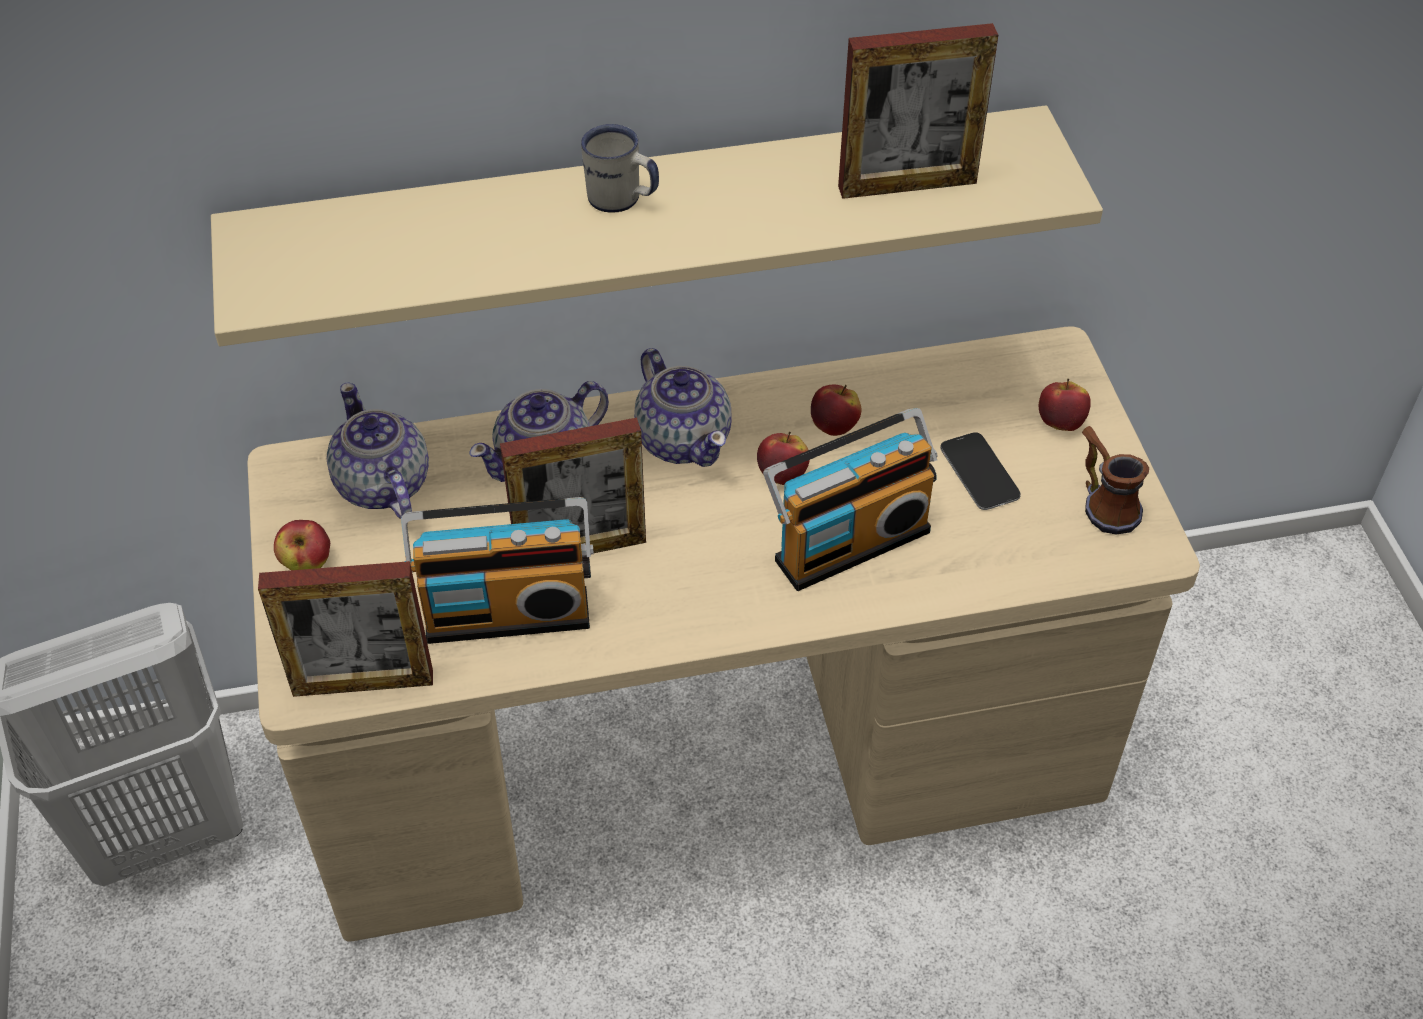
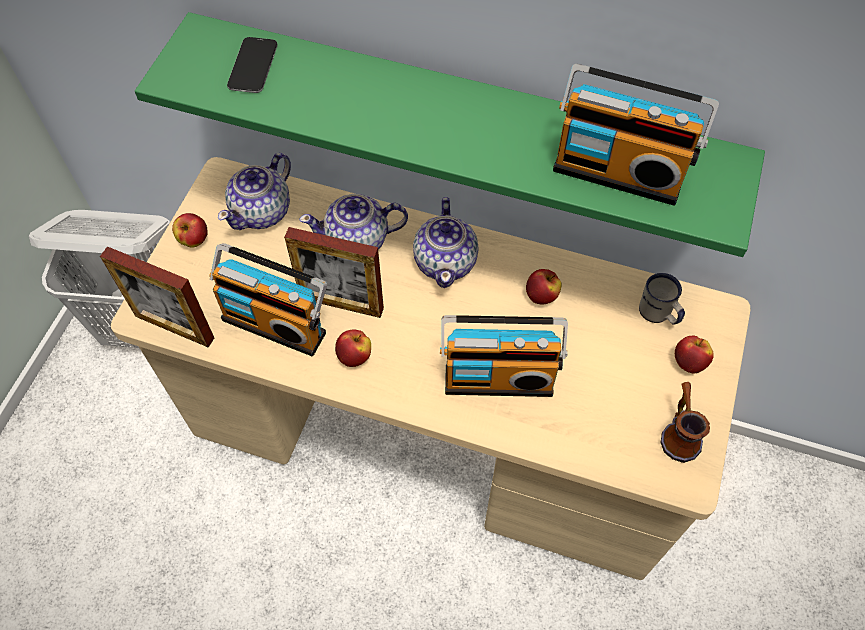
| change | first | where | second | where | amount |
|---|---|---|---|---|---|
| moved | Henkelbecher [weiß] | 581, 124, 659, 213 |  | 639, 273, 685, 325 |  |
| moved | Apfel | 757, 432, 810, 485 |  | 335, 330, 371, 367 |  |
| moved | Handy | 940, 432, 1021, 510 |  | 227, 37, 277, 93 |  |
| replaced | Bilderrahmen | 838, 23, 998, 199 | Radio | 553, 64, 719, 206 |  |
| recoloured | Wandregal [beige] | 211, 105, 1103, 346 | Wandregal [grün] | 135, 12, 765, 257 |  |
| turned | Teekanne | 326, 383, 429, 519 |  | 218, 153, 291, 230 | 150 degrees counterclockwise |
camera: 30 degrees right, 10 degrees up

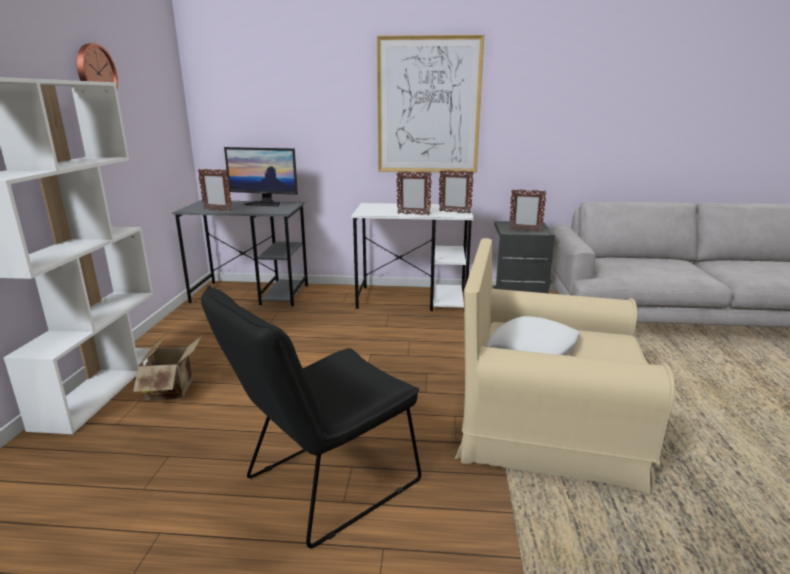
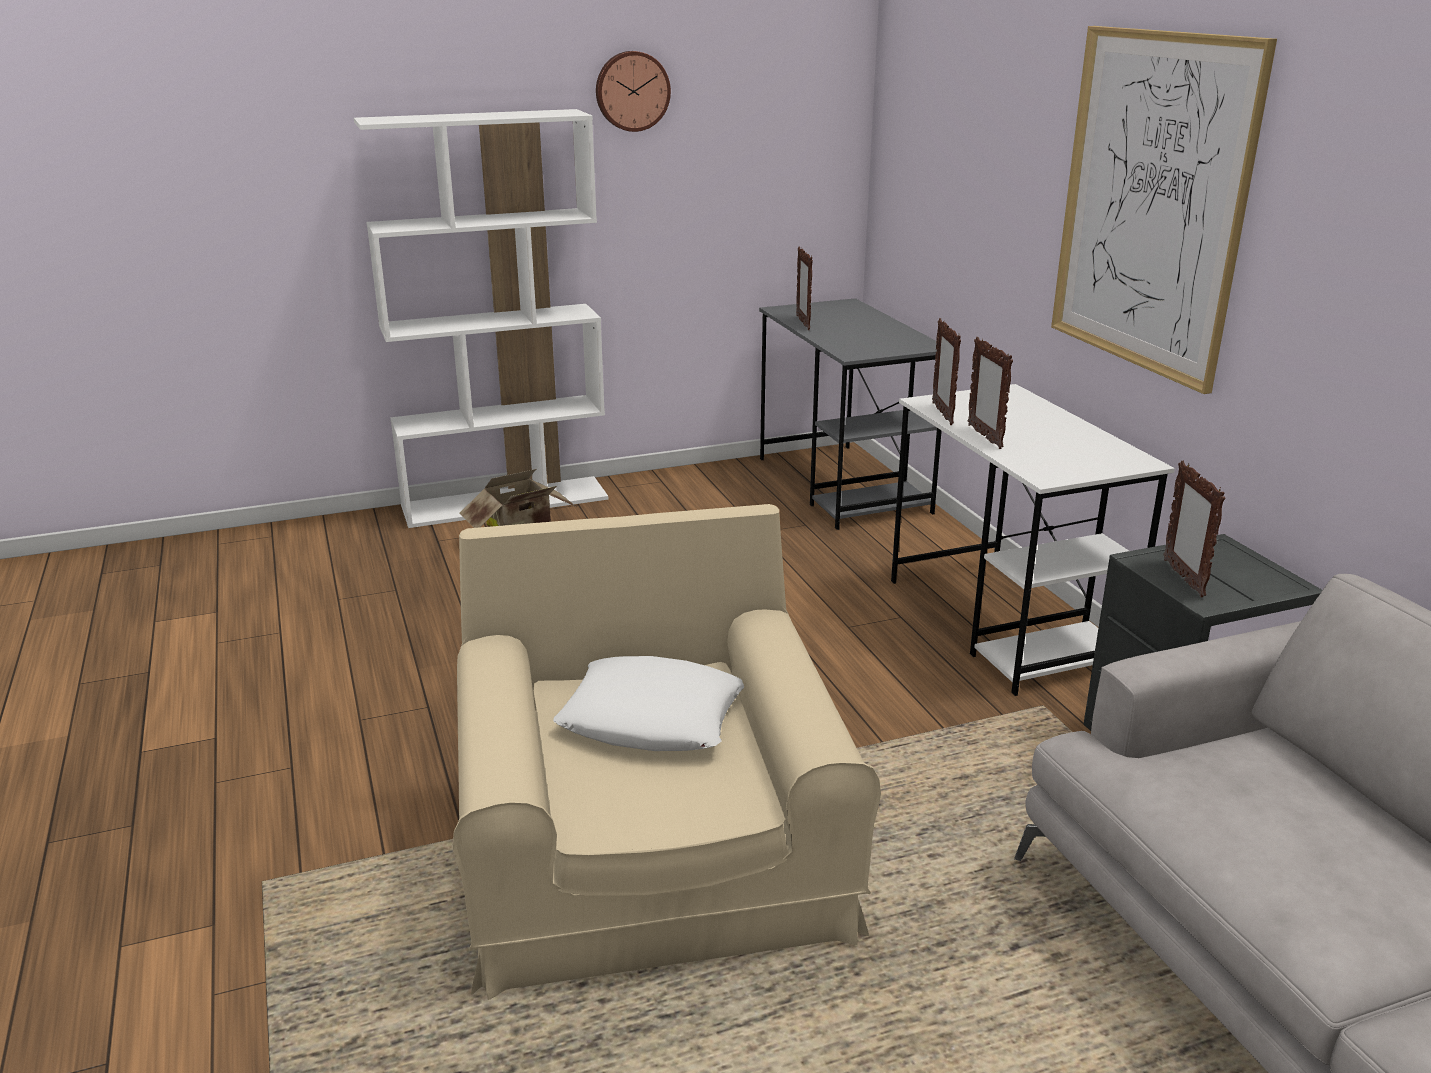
| change | first | where | second | where | amount |
|---|---|---|---|---|---|
| removed | Stuhl [schwarz] | 201, 285, 421, 548 |  |  |  |
| removed | Monitor | 224, 147, 298, 207 |  |  |  |
| moved | Bilderrahmen | 439, 170, 474, 214 |  | 932, 318, 961, 425 |  |
camera: 65 degrees right, 5 degrees up

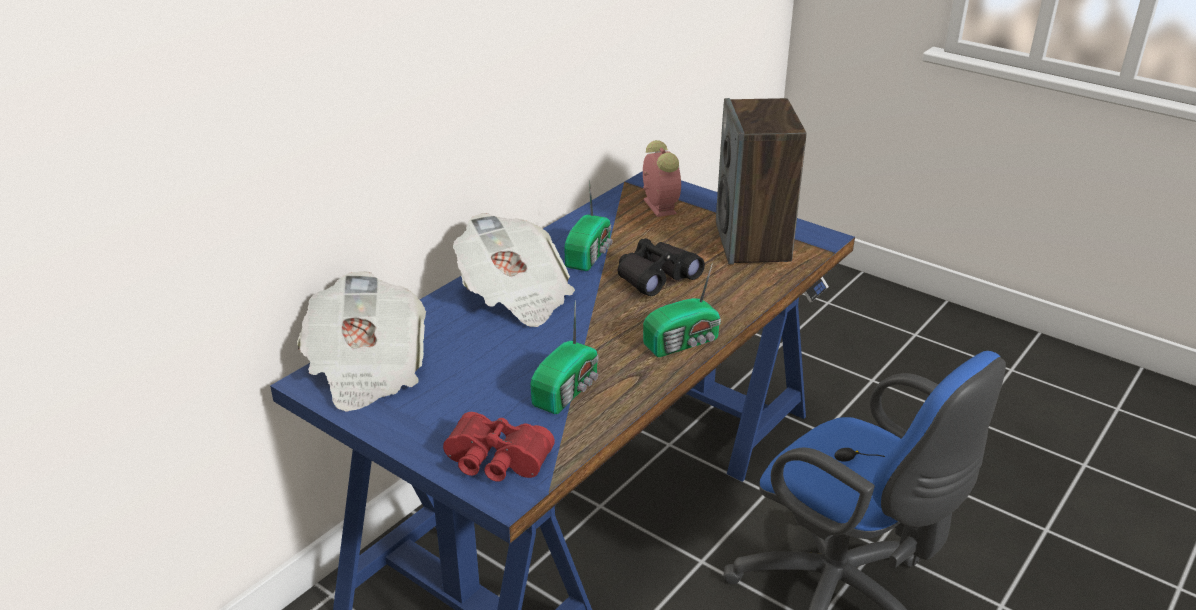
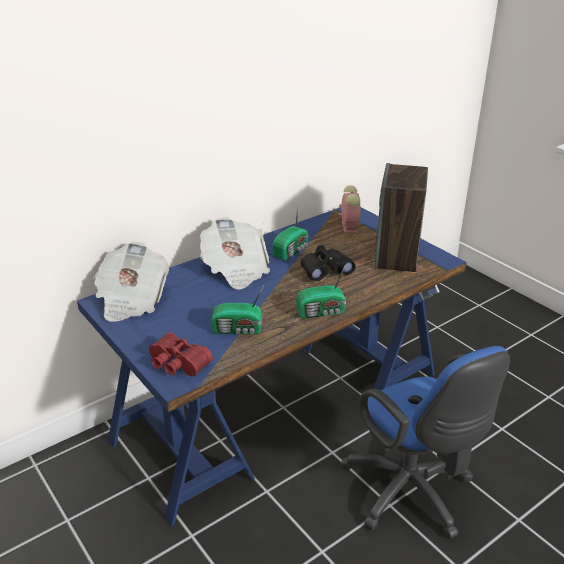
| change | first | where | second | where | amount |
|---|---|---|---|---|---|
| turned | Radio | 530, 300, 598, 414 |  | 212, 284, 265, 334 | 45 degrees clockwise |
camera: 15 degrees right, 0 degrees up

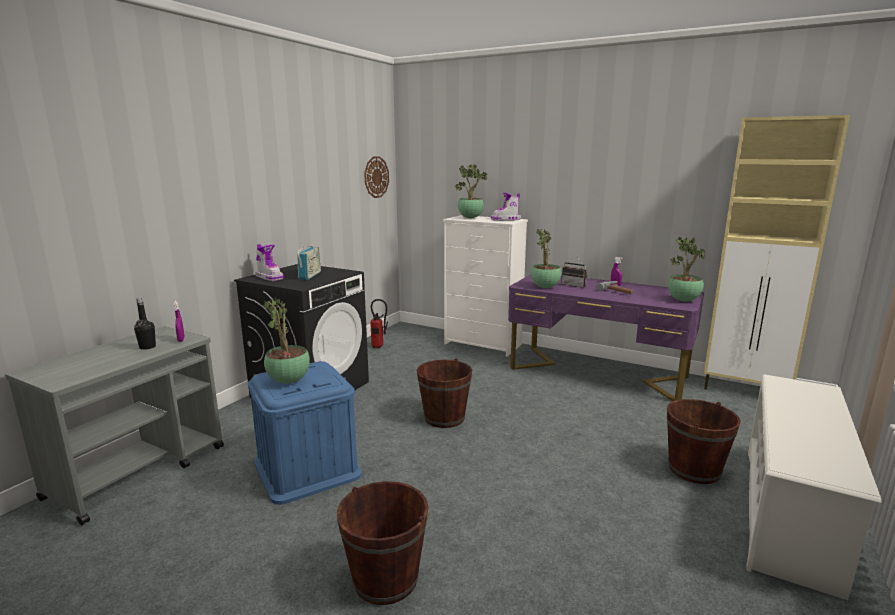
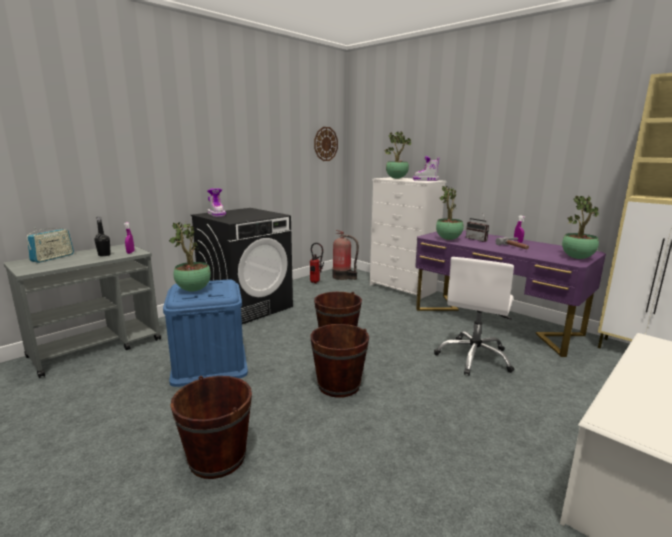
| change | first | where | second | where | amount |
|---|---|---|---|---|---|
| added |  |  | Feuerlöscher | 332, 230, 359, 280 |  |
| added |  |  | Bürostuhl [weiß] | 434, 257, 515, 376 |  |
| moved | Radio | 297, 245, 321, 280 |  | 27, 228, 74, 263 |  |
| moved | Eimer [braun] | 667, 399, 741, 484 |  | 310, 324, 369, 398 |  |
camera: 15 degrees right, 0 degrees up

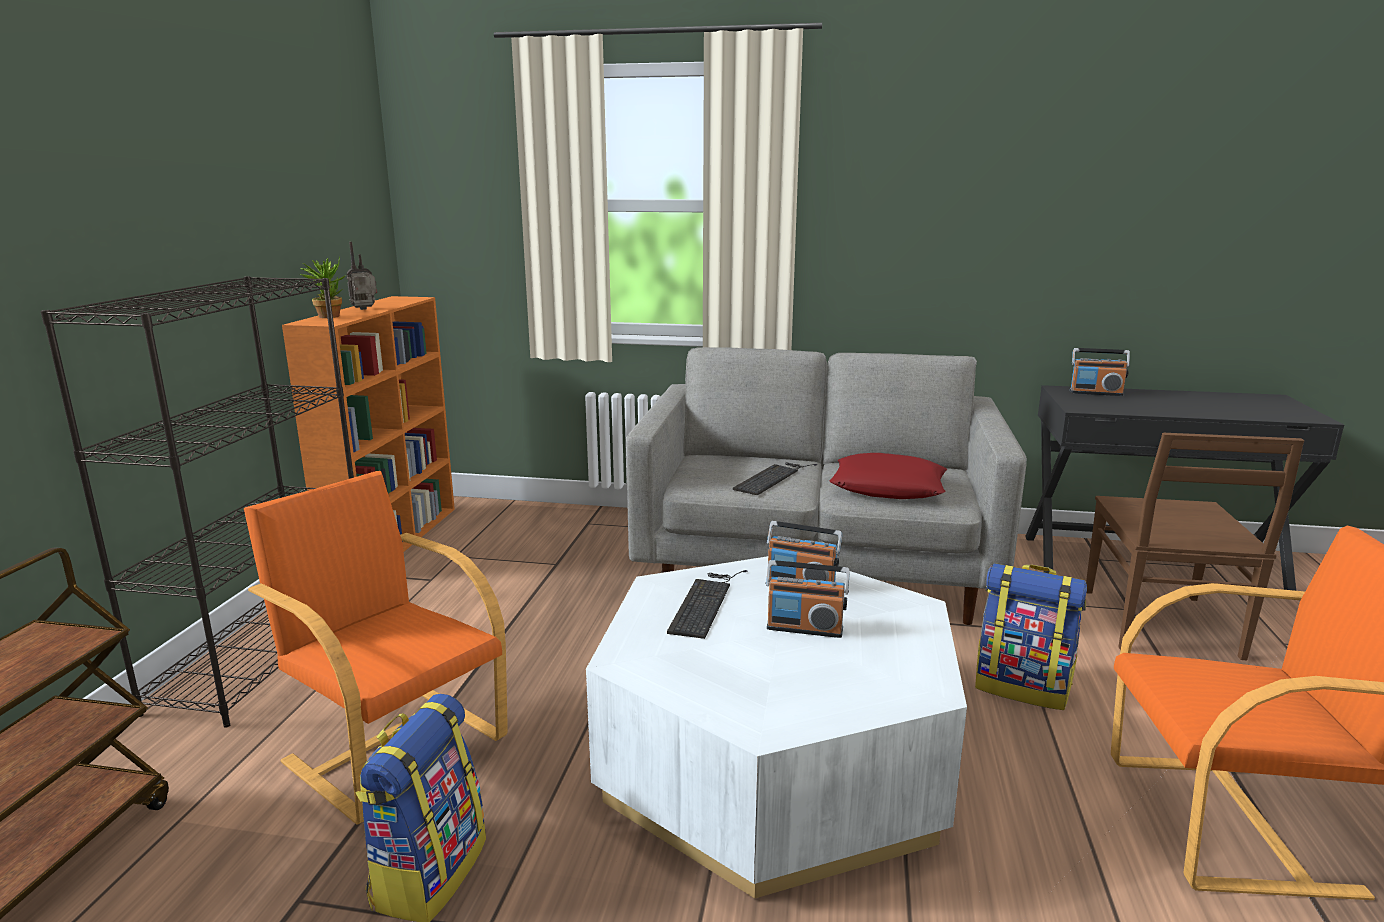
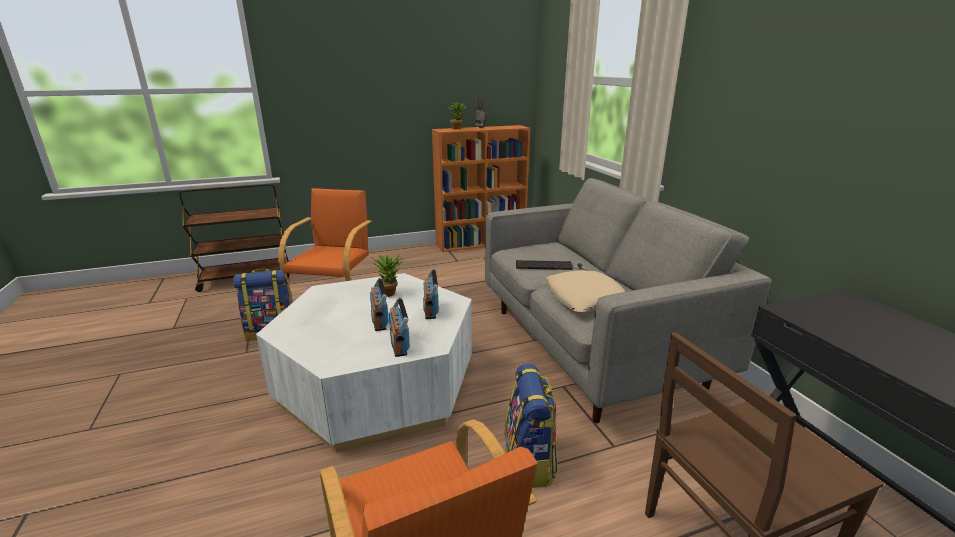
| change | first | where | second | where | amount |
|---|---|---|---|---|---|
| removed | Bücherregal [schwarz] | 40, 276, 354, 728 |  |  |  |
| moved | Radio | 1070, 348, 1130, 396 |  | 389, 297, 410, 357 |  |
| replaced | Tastatur | 667, 570, 748, 639 | Topfpflanze | 371, 254, 403, 297 |  |
| recoloured | Kissen [rot] | 829, 453, 947, 499 | Kissen [beige] | 546, 270, 626, 313 |  |
camera: 60 degrees right, 5 degrees up

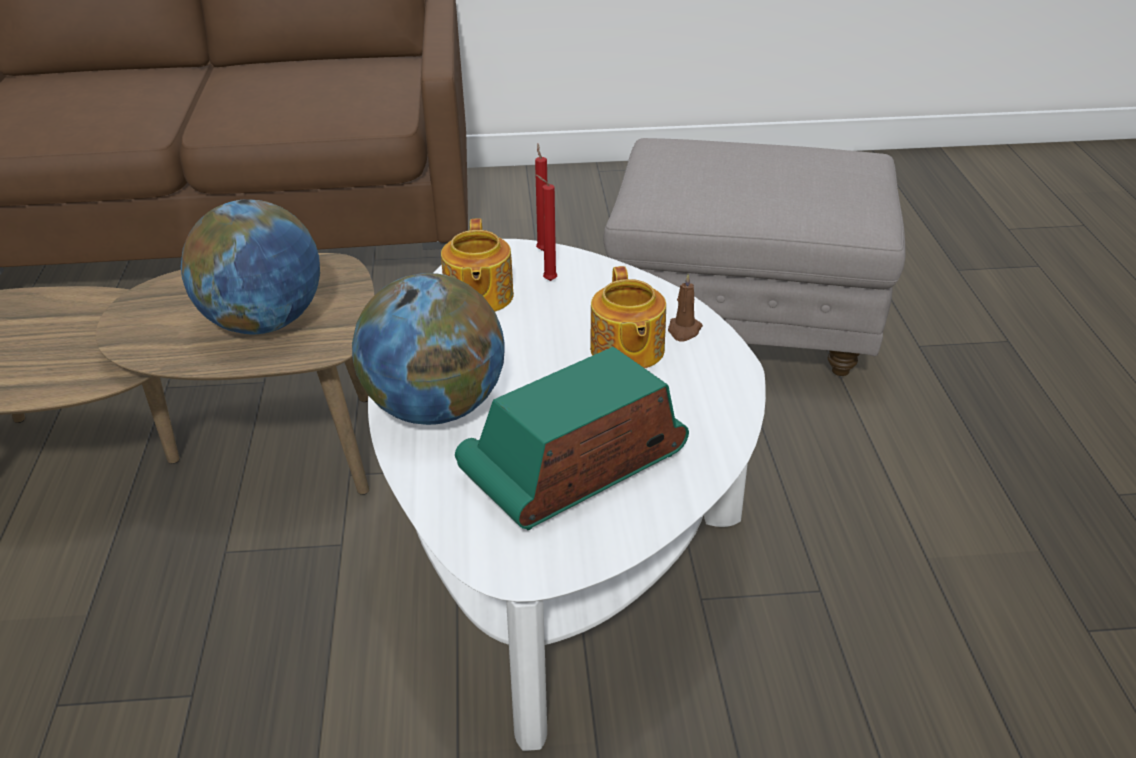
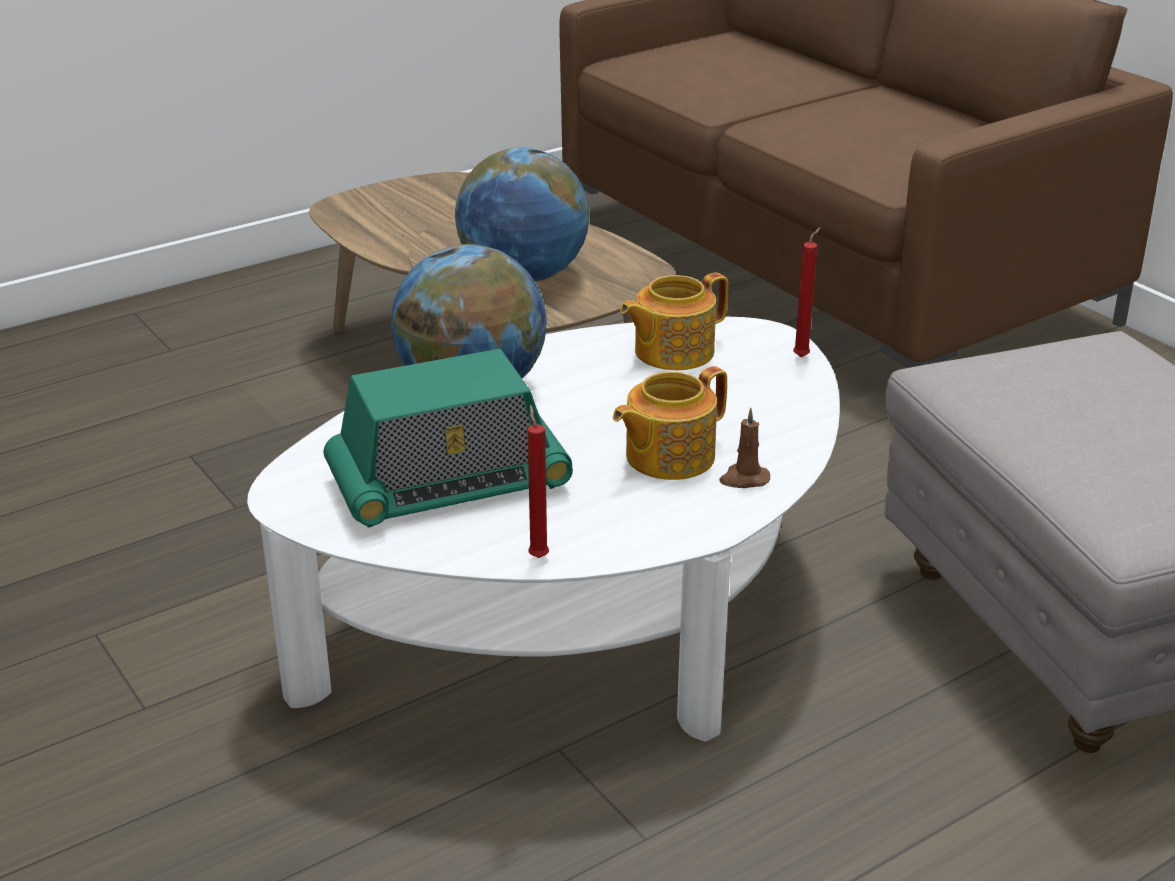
| change | first | where | second | where | amount |
|---|---|---|---|---|---|
| moved | Kerze [rot] | 536, 174, 557, 281 |  | 528, 405, 549, 558 |  |
| turned | Radio | 455, 347, 689, 530 |  | 324, 349, 573, 528 | 135 degrees clockwise |
camera: 60 degrees right, 5 degrees down

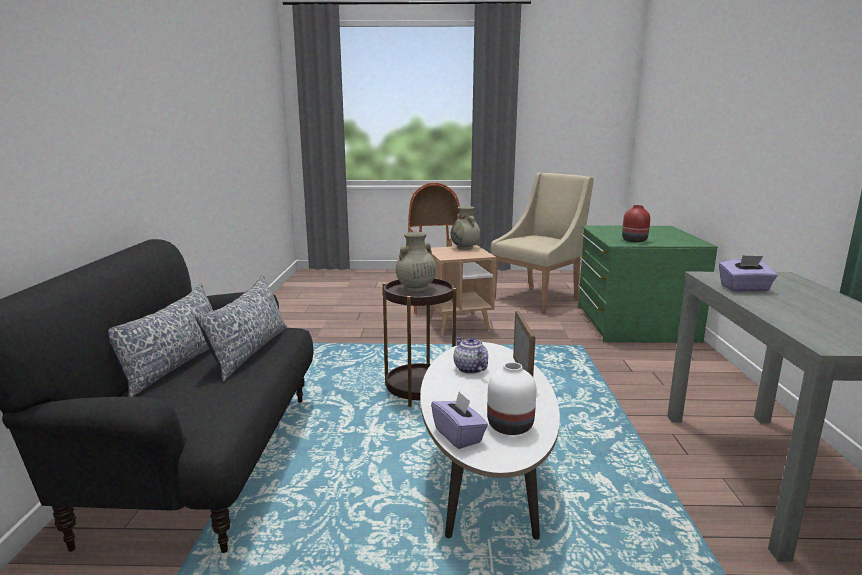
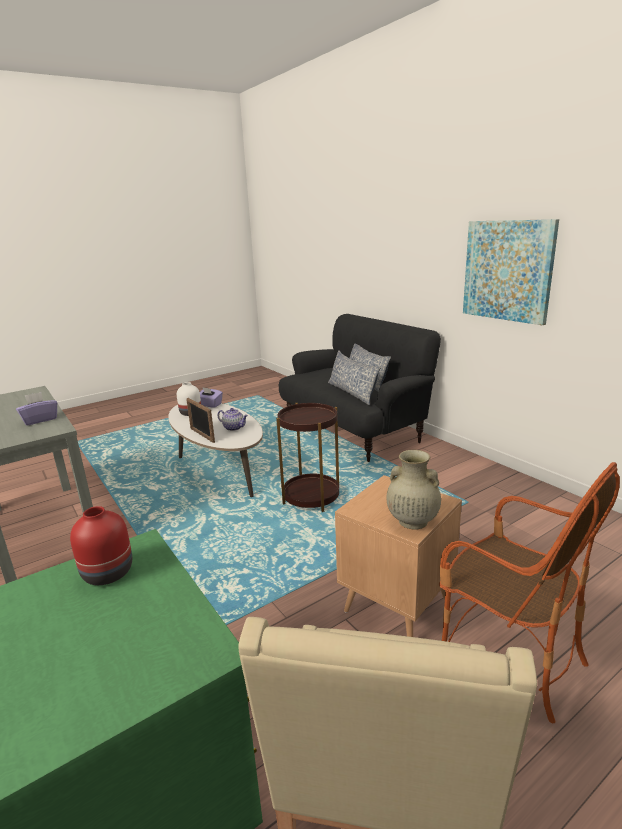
| change | first | where | second | where | amount |
|---|---|---|---|---|---|
| removed | Vase [beige] | 396, 232, 436, 292 |  |  |  |
| added |  |  | Bild | 463, 219, 559, 325 |  |
camera: 145 degrees right, 5 degrees up

